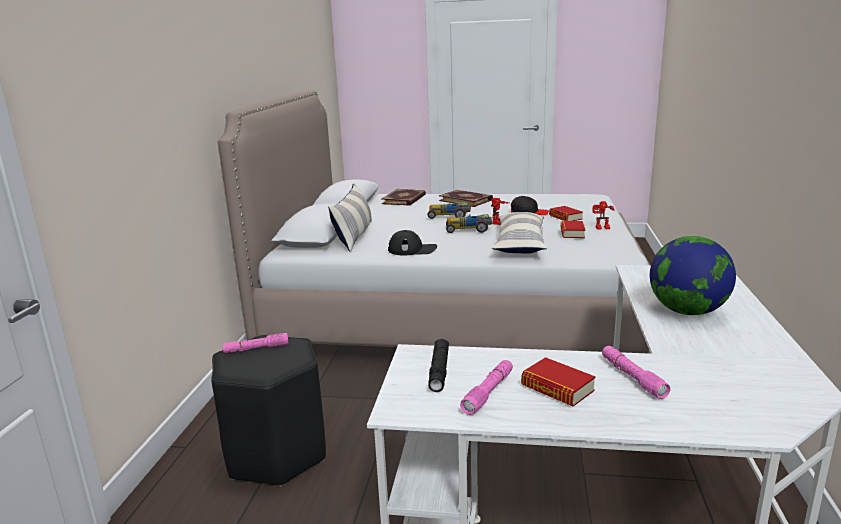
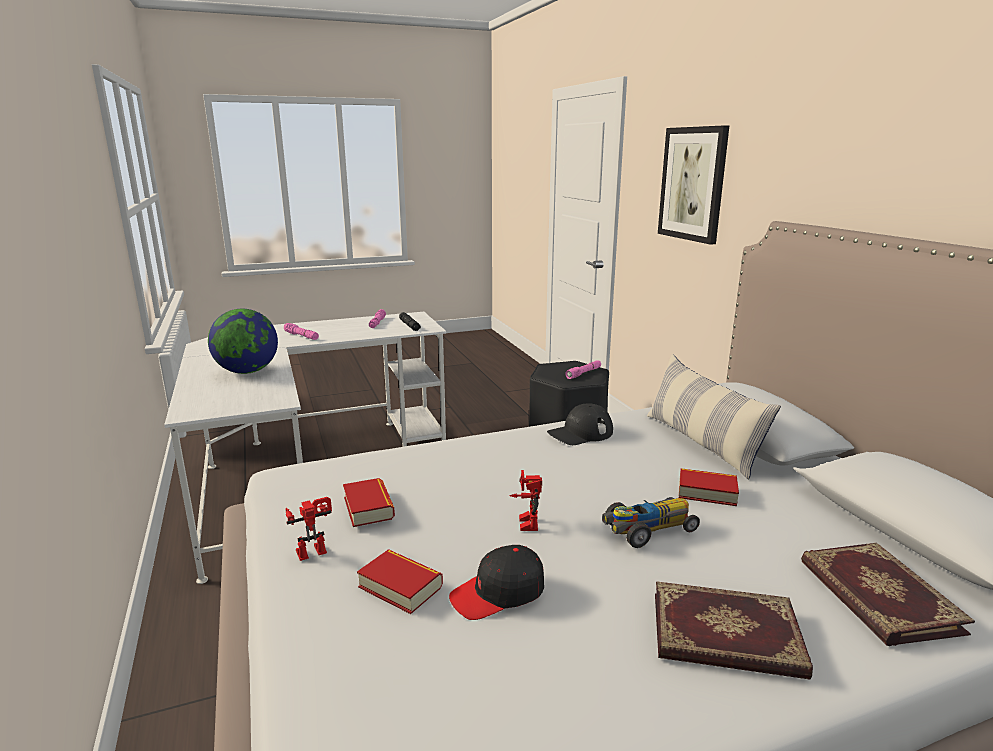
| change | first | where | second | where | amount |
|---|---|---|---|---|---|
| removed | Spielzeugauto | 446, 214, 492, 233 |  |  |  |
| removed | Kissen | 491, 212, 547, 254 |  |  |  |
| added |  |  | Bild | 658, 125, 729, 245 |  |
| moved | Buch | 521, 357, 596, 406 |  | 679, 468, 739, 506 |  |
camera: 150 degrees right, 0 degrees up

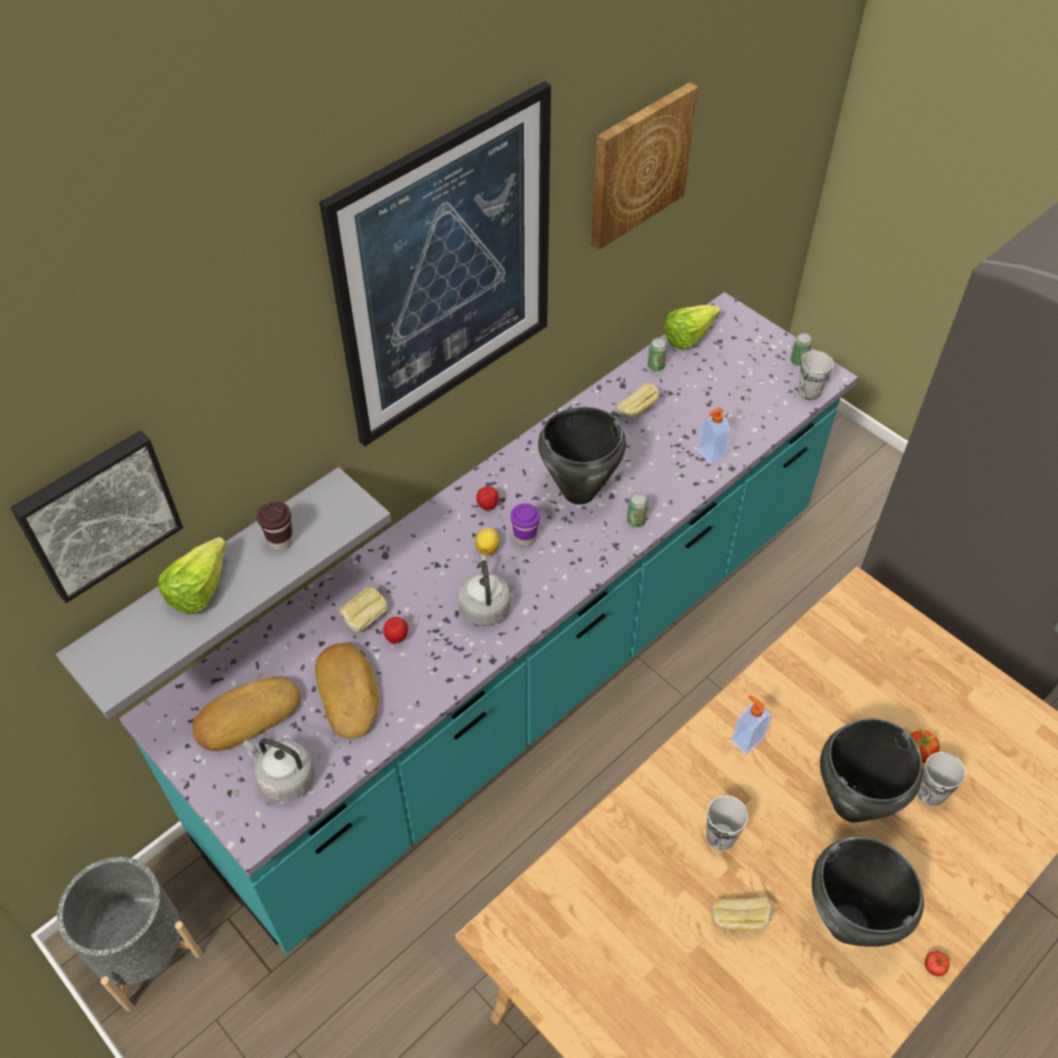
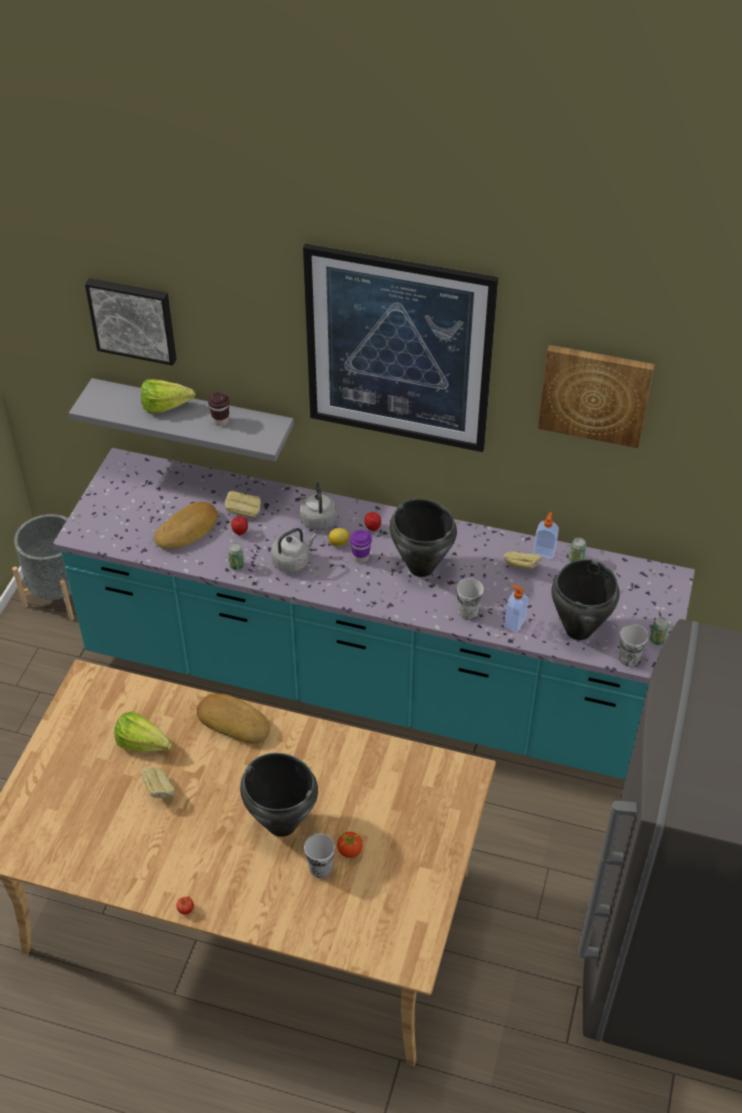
| change | first | where | second | where | amount |
|---|---|---|---|---|---|
| moved | Brot | 192, 677, 300, 751 |  | 197, 694, 270, 744 |  |
| moved | Wasserkessel [grau] | 243, 738, 315, 802 |  | 300, 482, 337, 530 |  |
| moved | Dose | 627, 493, 648, 527 |  | 228, 543, 244, 570 |  |
| moved | Salatkopf | 664, 305, 720, 350 |  | 114, 711, 172, 752 |  |
| moved | Tasse | 706, 795, 748, 850 |  | 456, 578, 484, 620 |  |
| moved | Seifenspender | 731, 696, 772, 755 |  | 533, 512, 559, 559 |  |
| moved | Kochtopf [schwarz] | 812, 837, 924, 947 |  | 551, 559, 619, 640 |  |
camera: 60 degrees right, 5 degrees down

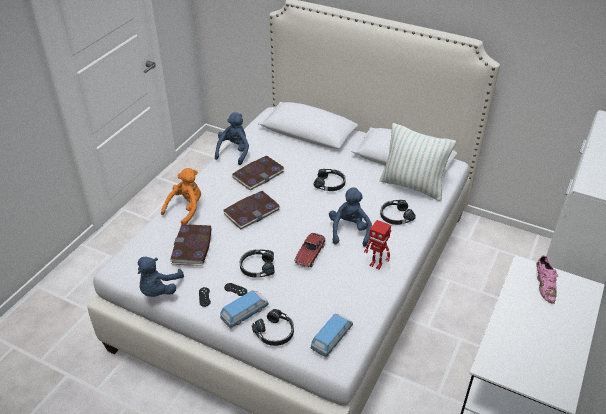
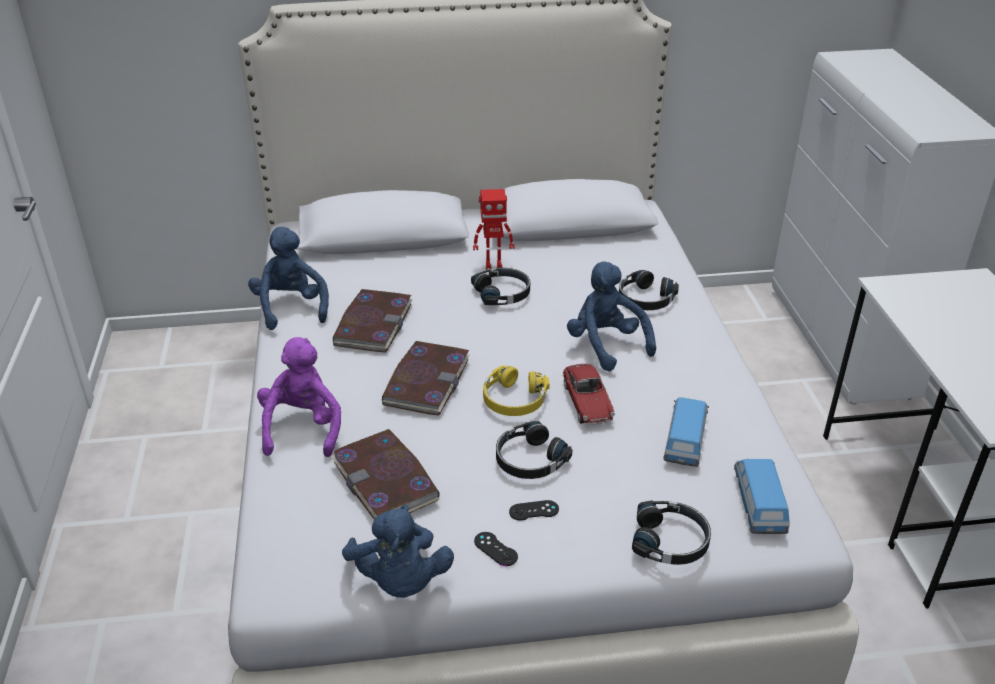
| change | first | where | second | where | amount |
|---|---|---|---|---|---|
| removed | Kissen | 380, 123, 456, 201 |  |  |  |
| removed | Schuh [rosa] | 536, 256, 558, 304 |  |  |  |
| added |  |  | Kopfhörer [gelb] | 483, 365, 550, 416 |  |
| moved | Spielzeugauto | 220, 291, 269, 329 |  | 664, 397, 709, 467 |  |
| moved | Spielzeugroboter | 364, 220, 391, 269 |  | 473, 189, 515, 269 |  |
| recoloured | Plüschtier [orange] | 161, 168, 201, 225 | Plüschtier [lila] | 257, 337, 341, 457 |  |
camera: 35 degrees left, 5 degrees down

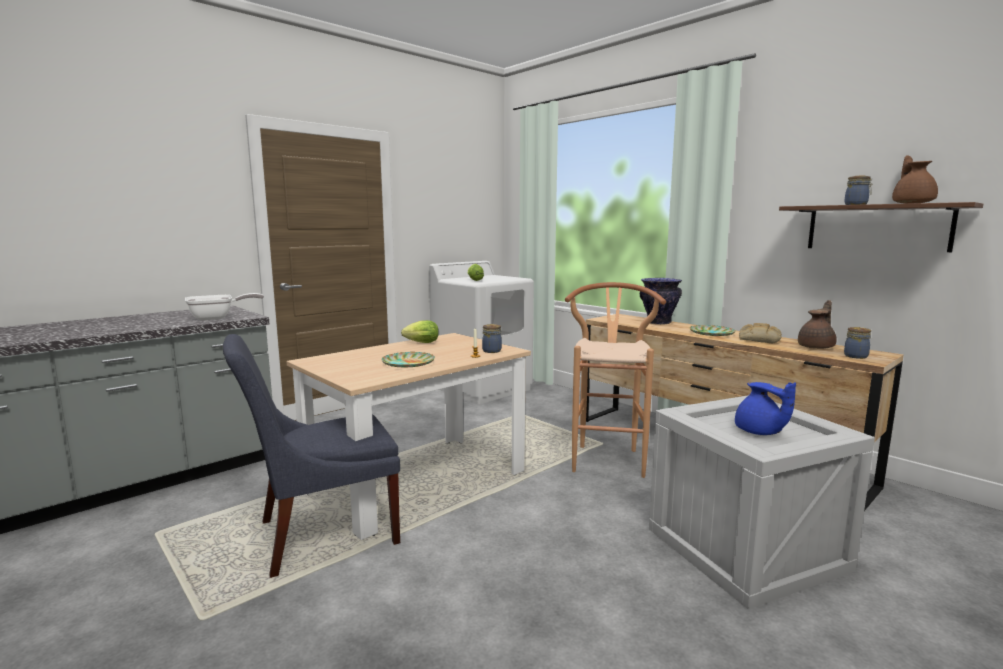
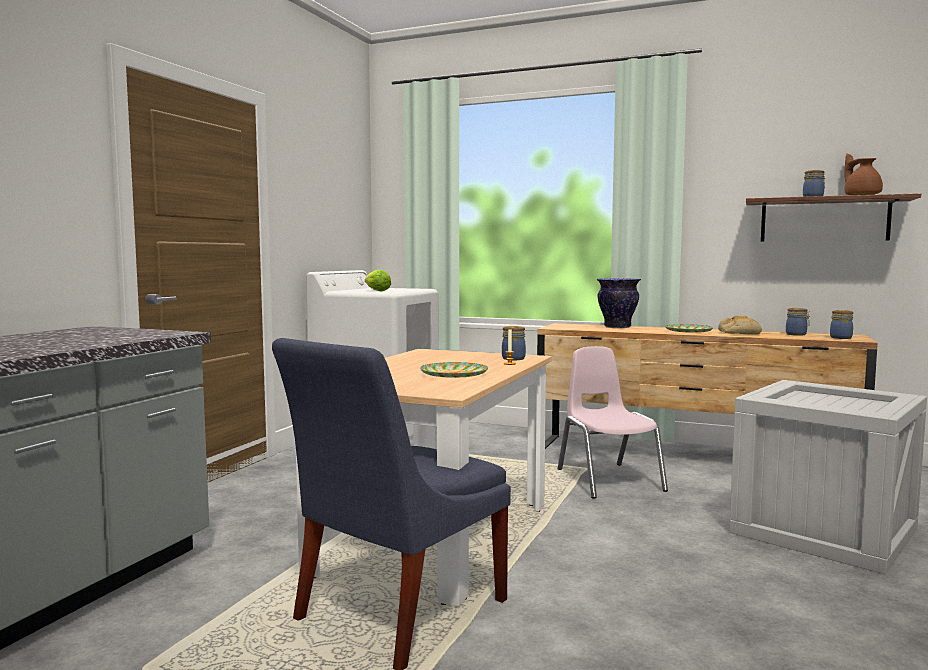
| change | first | where | second | where | amount |
|---|---|---|---|---|---|
| removed | Pfanne | 185, 293, 264, 320 |  |  |  |
| removed | Salatkopf | 401, 320, 439, 343 |  |  |  |
| removed | Teekanne [blau] | 735, 382, 796, 435 |  |  |  |
| replaced | Hocker [braun] | 565, 282, 666, 478 | Stuhl [rosa] | 558, 346, 668, 499 |  |
| replaced | Teekanne [braun] | 798, 300, 837, 349 | Vorratsglas | 786, 308, 810, 336 |  |
camera: 25 degrees left, 5 degrees down

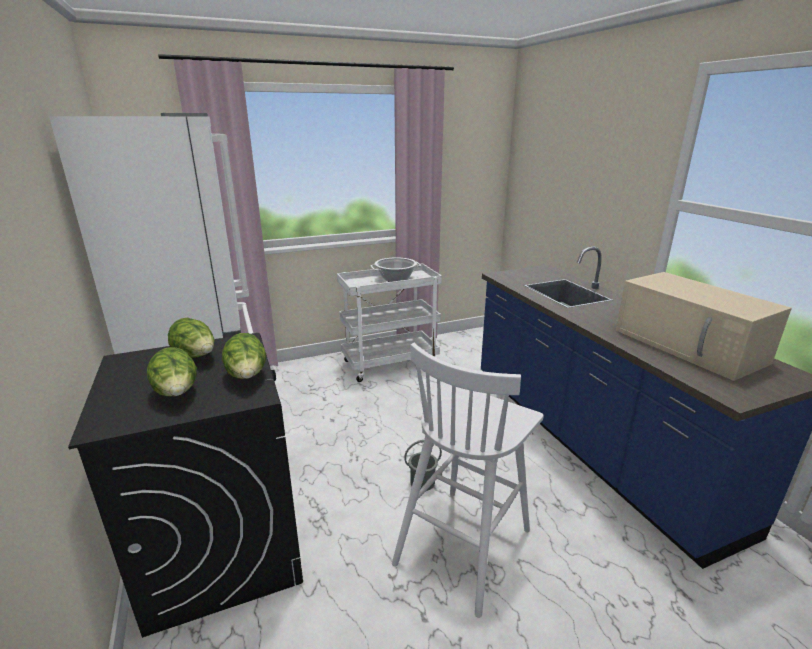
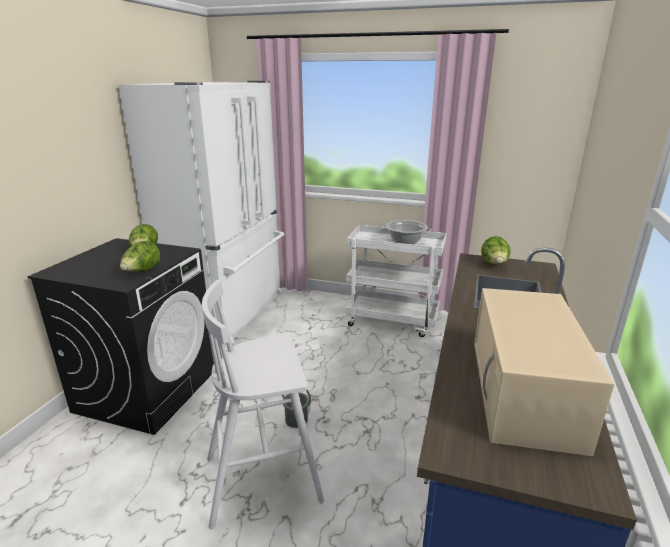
| change | first | where | second | where | amount |
|---|---|---|---|---|---|
| moved | Salatkopf | 147, 347, 197, 397 |  | 481, 236, 511, 265 |  |
camera: 40 degrees right, 0 degrees up

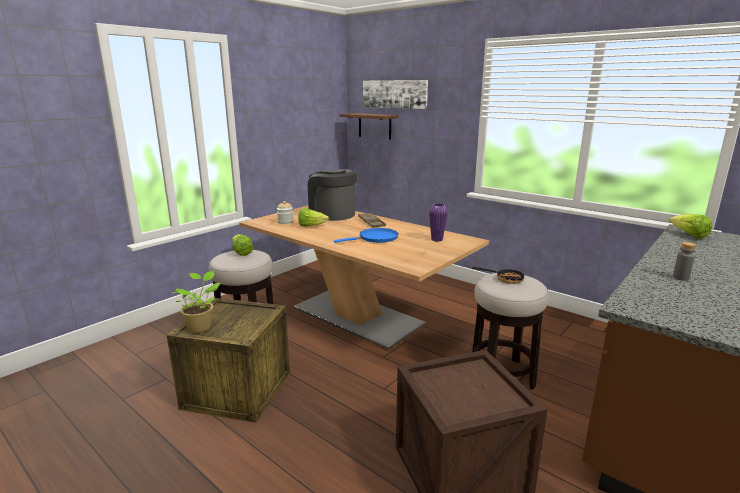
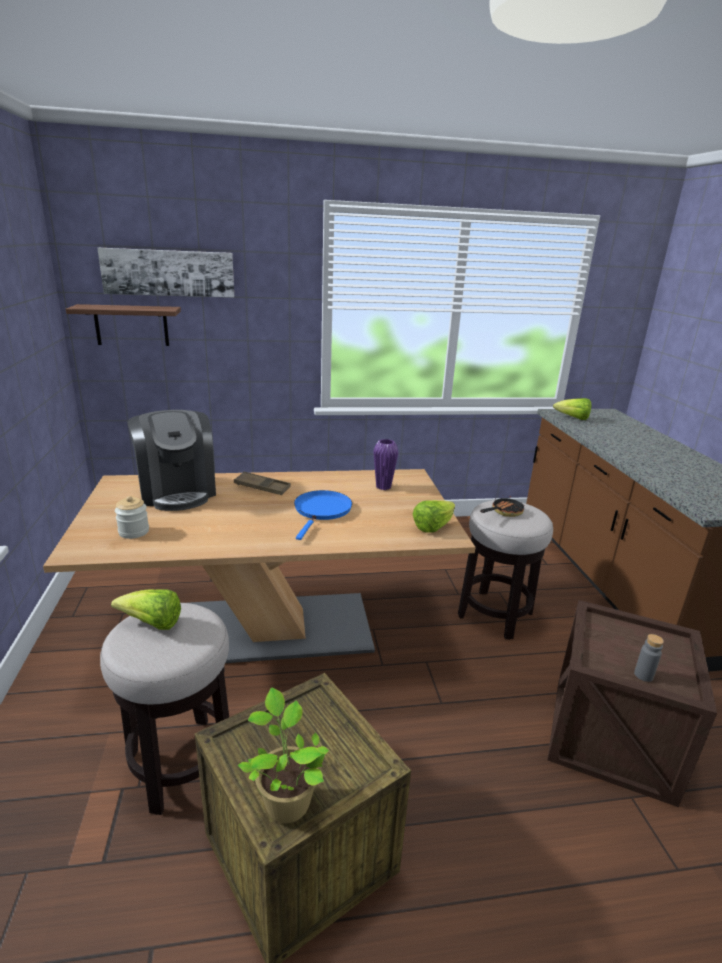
| change | first | where | second | where | amount |
|---|---|---|---|---|---|
| moved | Salatkopf | 298, 208, 329, 227 |  | 413, 500, 455, 533 |  |
| moved | Flasche [grau] | 673, 242, 696, 281 |  | 634, 634, 664, 682 |  |
| turned | Kaffeemaschine | 308, 169, 357, 221 |  | 128, 410, 216, 511 | 105 degrees counterclockwise |
camera: 50 degrees left, 5 degrees up

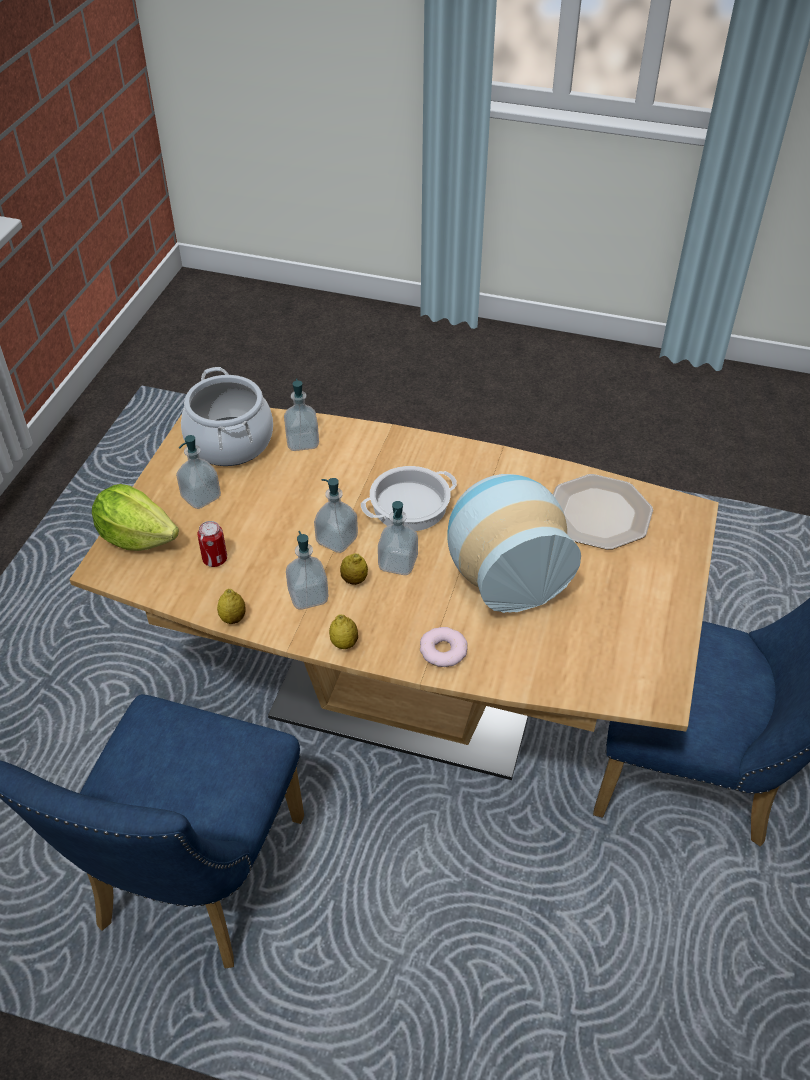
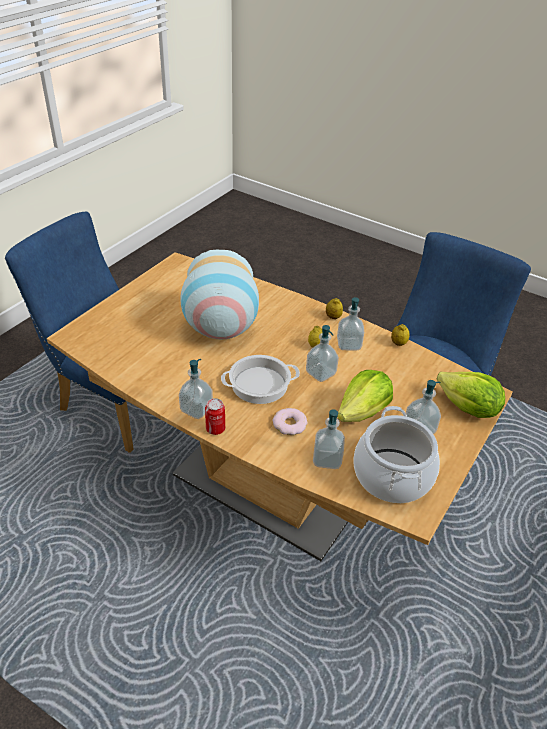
| change | first | where | second | where | amount |
|---|---|---|---|---|---|
| removed | Teller | 553, 474, 653, 550 |  |  |  |
| added |  |  | Salatkopf | 337, 370, 393, 422 |  |
| moved | Dose | 198, 521, 227, 567 |  | 205, 398, 225, 435 |  |
| moved | Seifenspender | 378, 501, 418, 575 |  | 179, 359, 213, 419 |  |
| moved | Donut | 420, 627, 468, 667 |  | 272, 408, 307, 435 |  |
camera: 165 degrees left, 5 degrees down

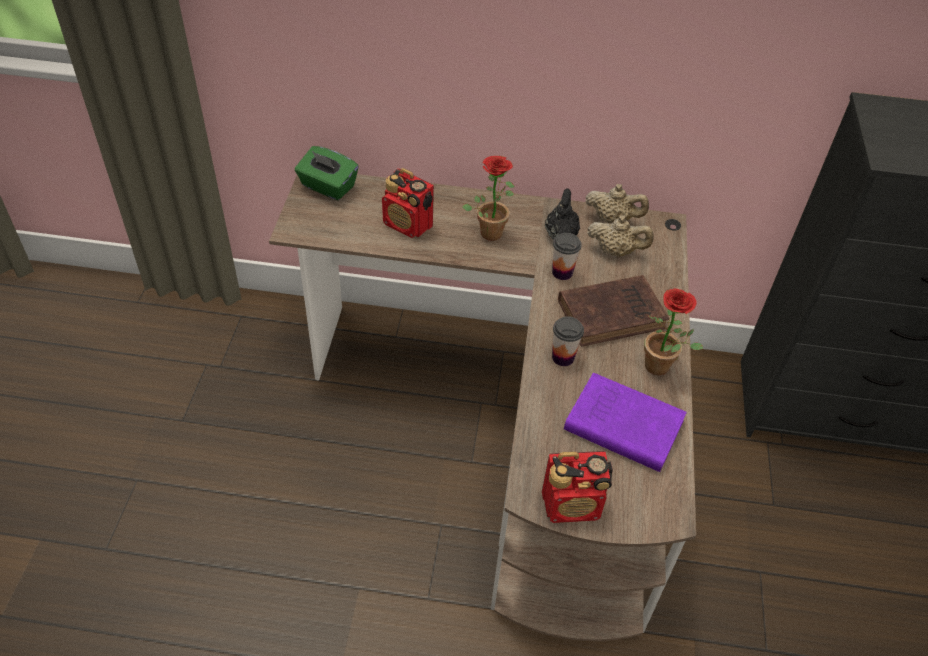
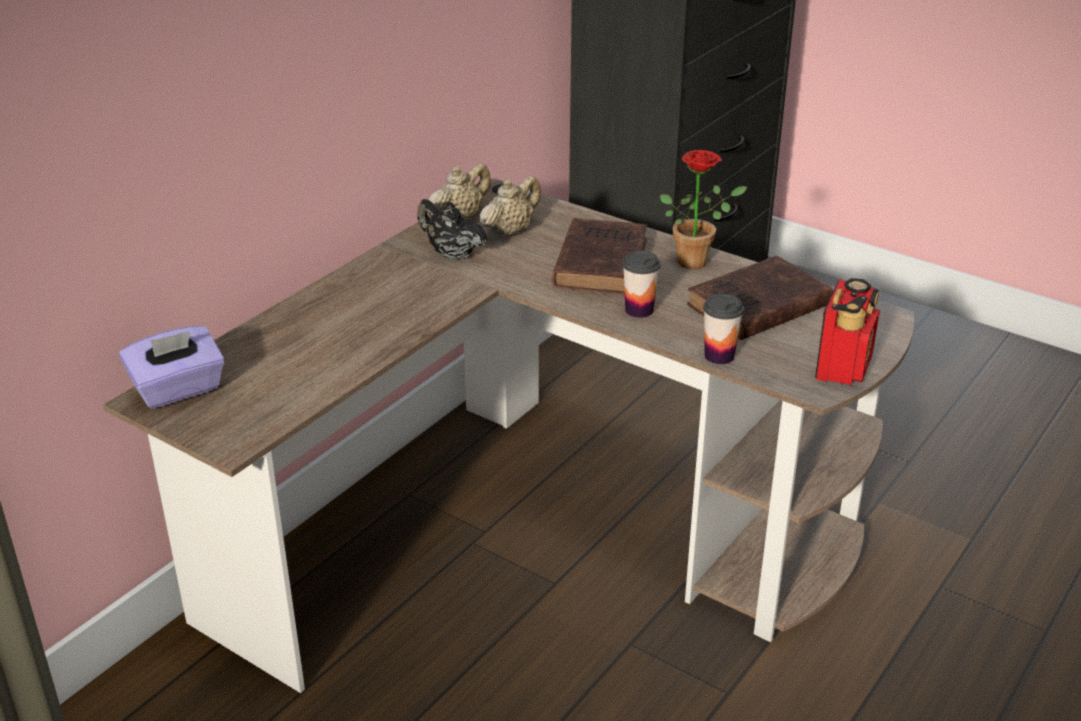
| change | first | where | second | where | amount |
|---|---|---|---|---|---|
| removed | Radio | 382, 168, 434, 238 |  |  |  |
| removed | Topfpflanze | 462, 156, 515, 241 |  |  |  |
| moved | Tasse | 552, 233, 582, 280 |  | 703, 294, 744, 364 |  |
| recoloured | Taschentuchbox [grün] | 295, 146, 359, 200 | Taschentuchbox [lila] | 119, 326, 225, 409 |  |
| recoloured | Buch [lila] | 564, 372, 687, 472 | Buch [braun] | 687, 256, 833, 340 |  |
camera: 60 degrees left, 15 degrees down

